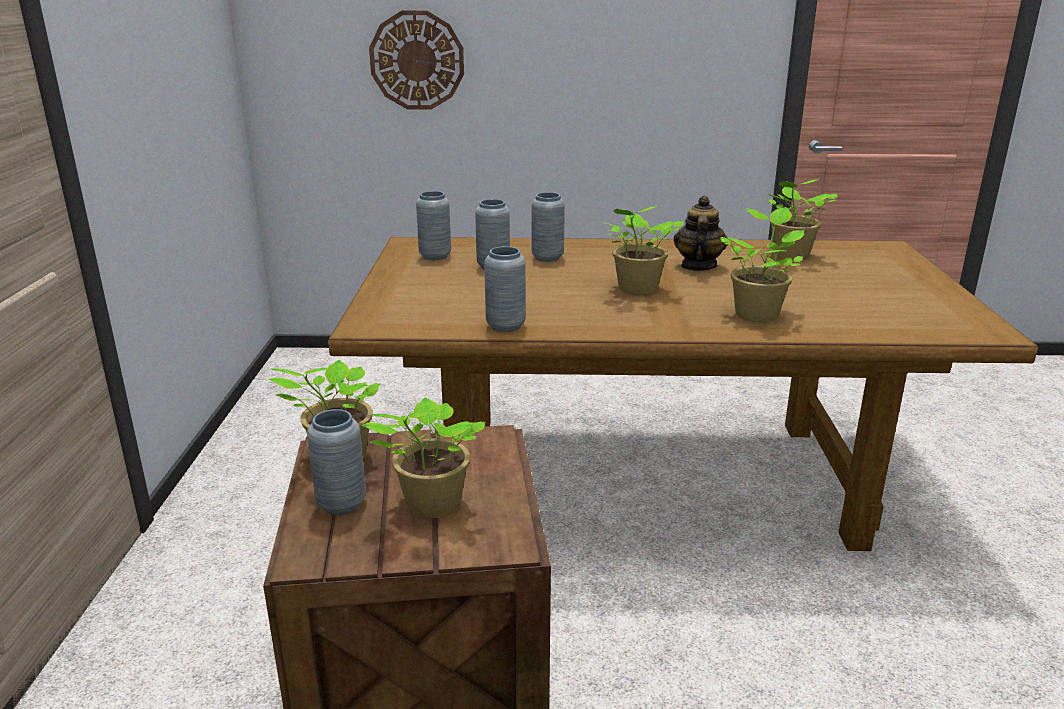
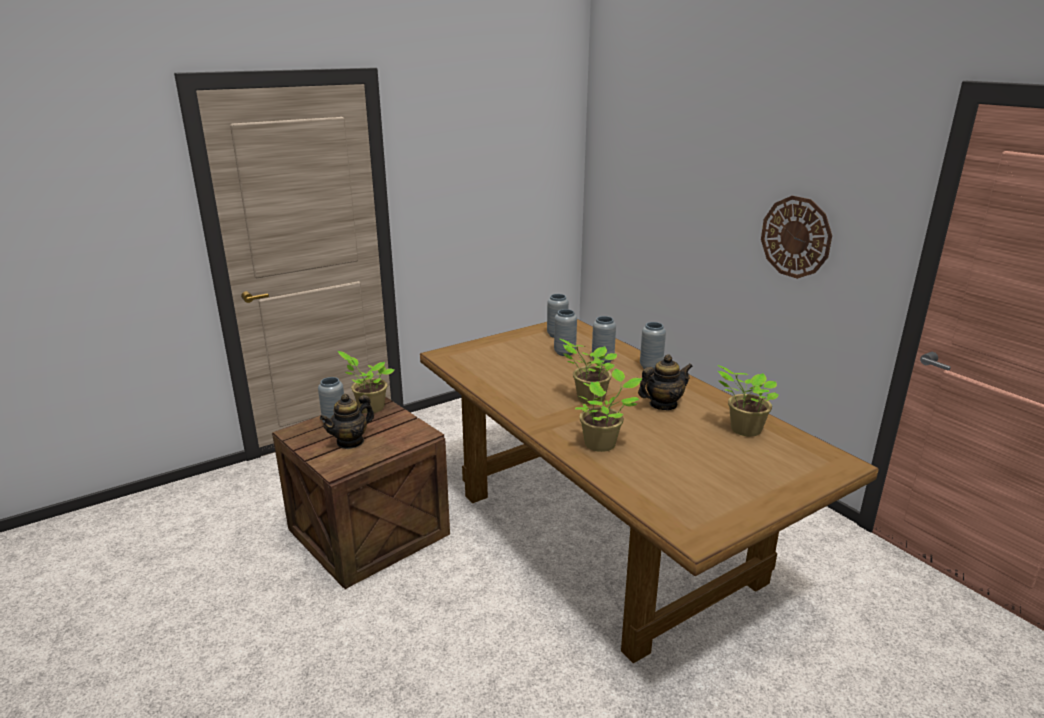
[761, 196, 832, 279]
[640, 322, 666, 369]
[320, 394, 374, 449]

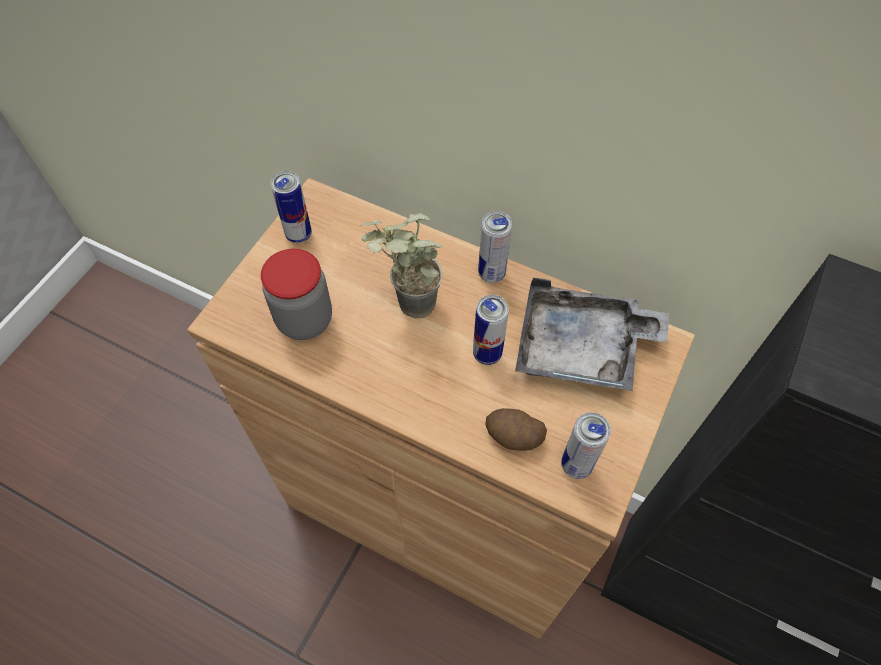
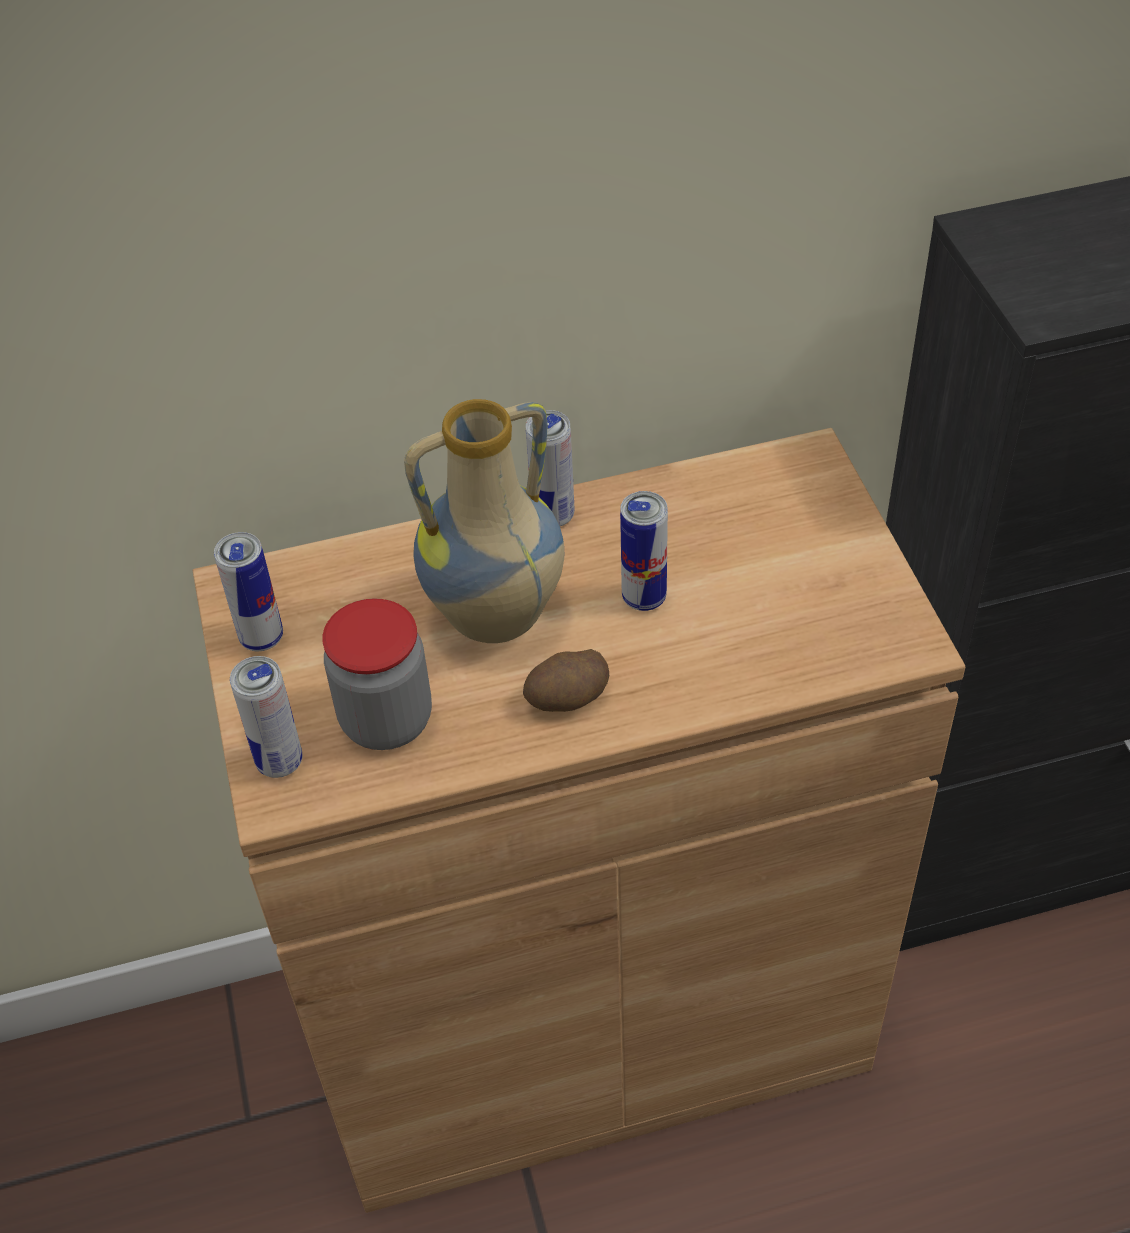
[404, 399, 564, 643]
[515, 277, 669, 391] (first image)
[523, 649, 609, 712]
[230, 656, 303, 778]

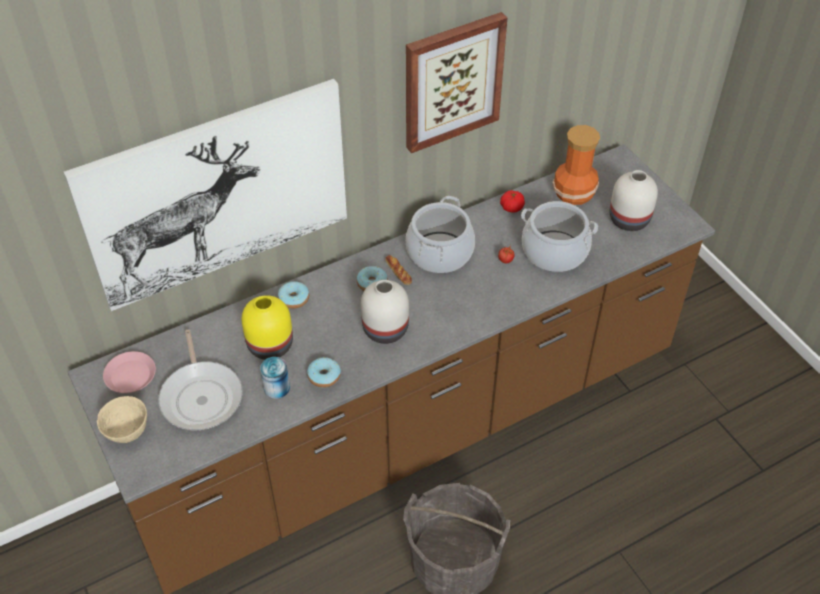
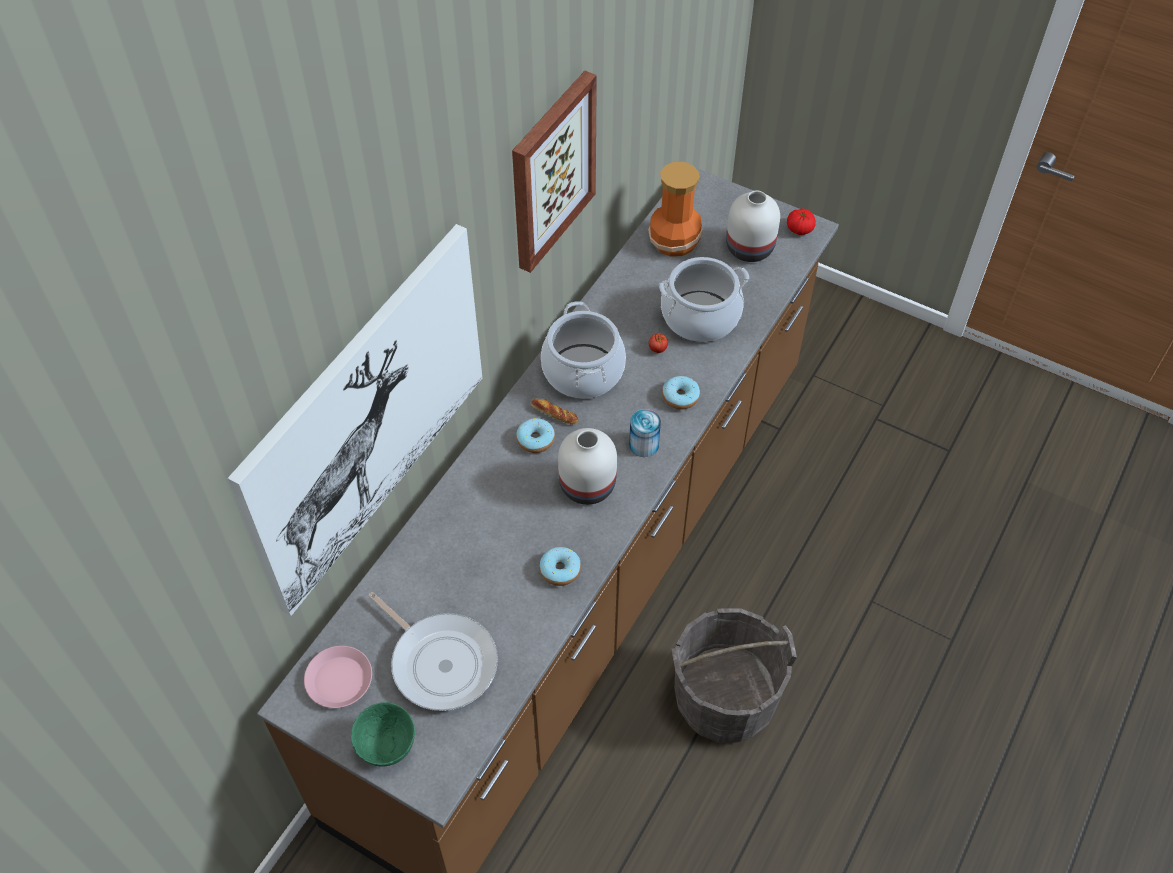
[787, 209, 816, 235]
[662, 376, 700, 410]
[241, 295, 293, 360] (first image)
[629, 409, 661, 457]
[351, 702, 415, 767]

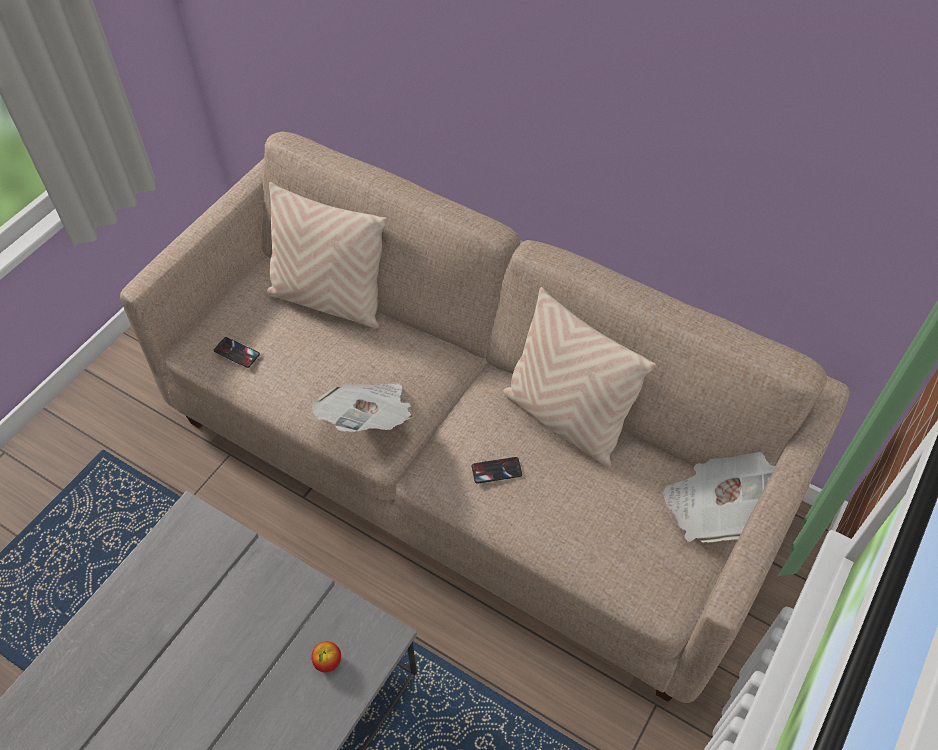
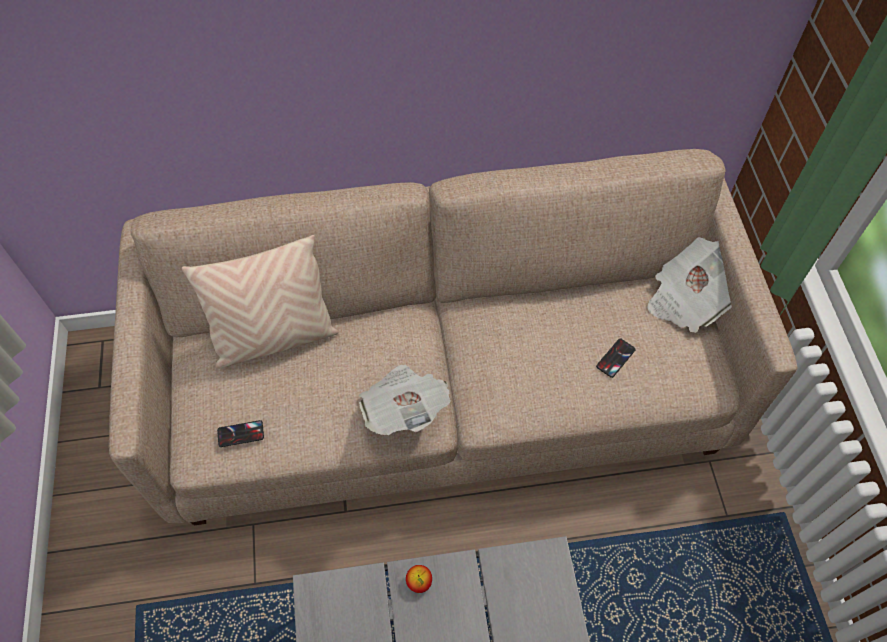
[503, 287, 656, 467] (first image)
[596, 338, 636, 378]
[406, 565, 432, 593]

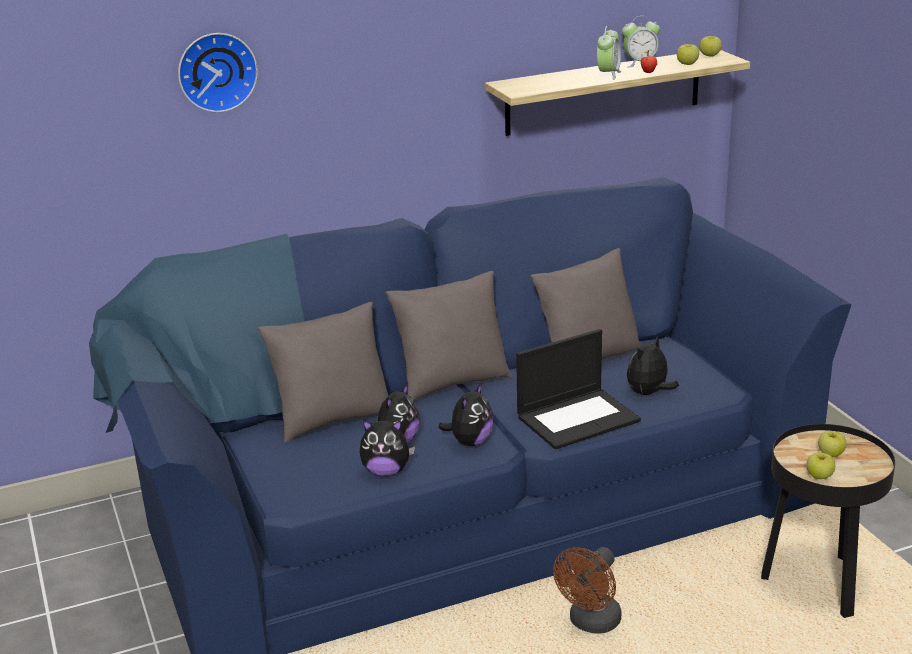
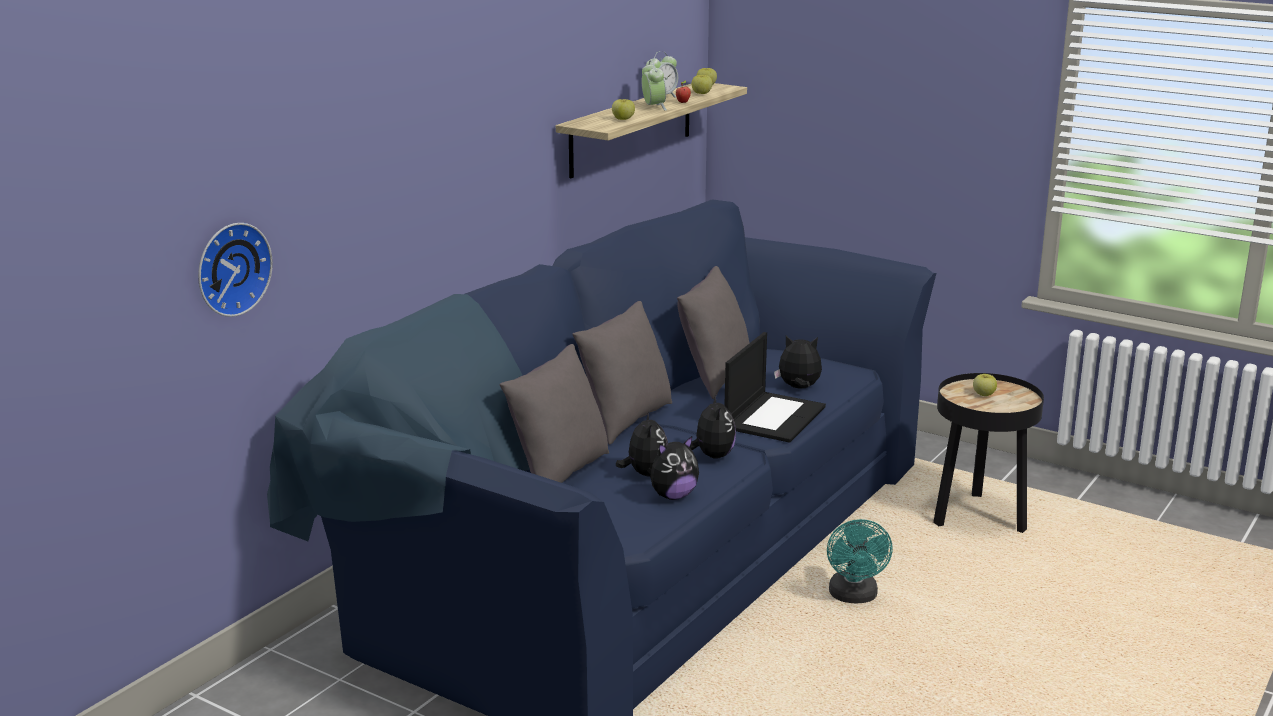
[198, 223, 273, 317]
[774, 335, 822, 388]
[612, 99, 635, 120]
[827, 519, 893, 603]

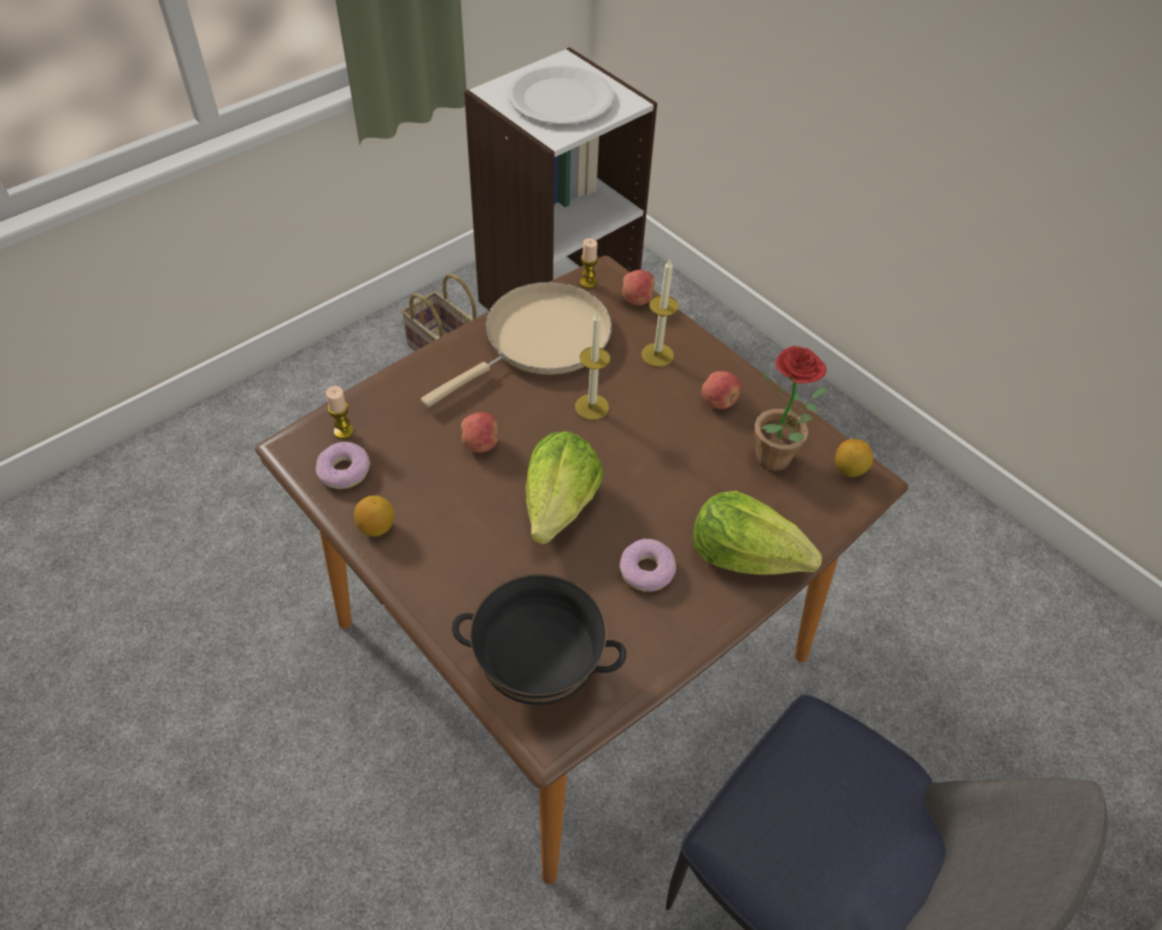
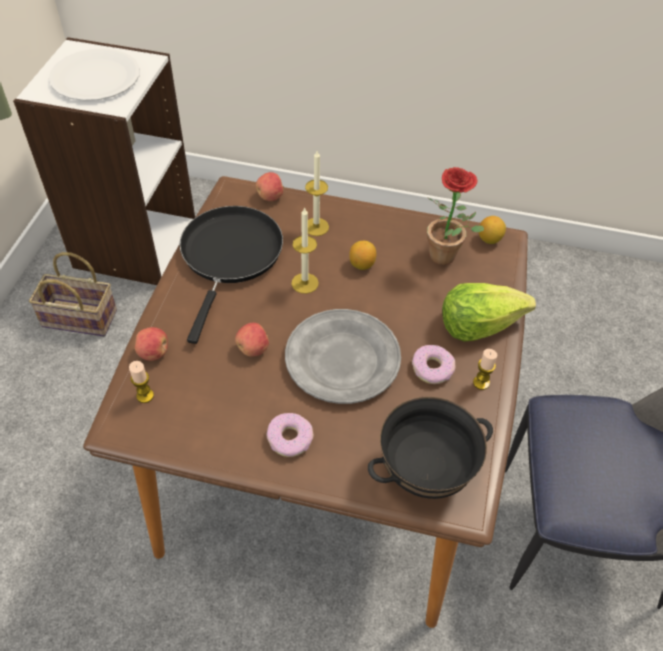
[473, 349, 497, 390]
[179, 206, 283, 344]
[135, 327, 168, 361]
[285, 309, 401, 404]
[267, 413, 314, 457]
[349, 241, 376, 270]

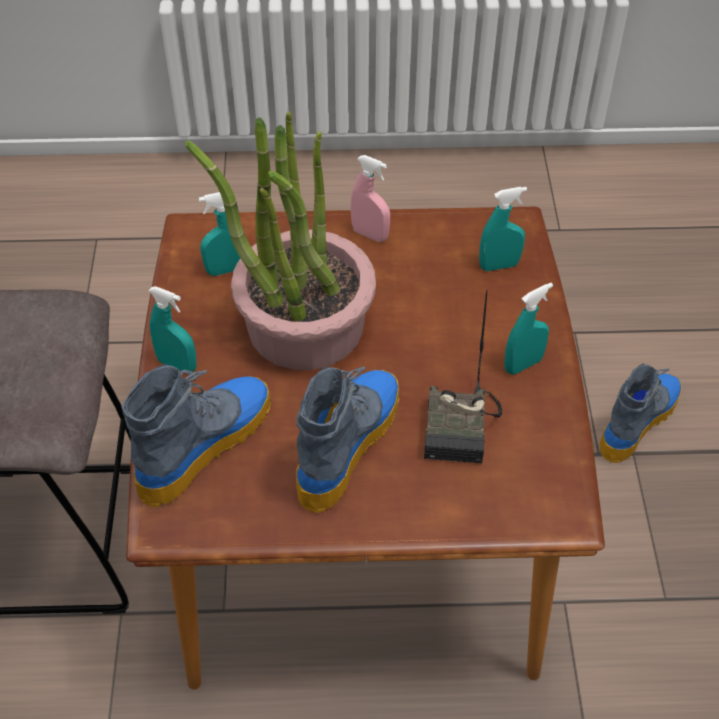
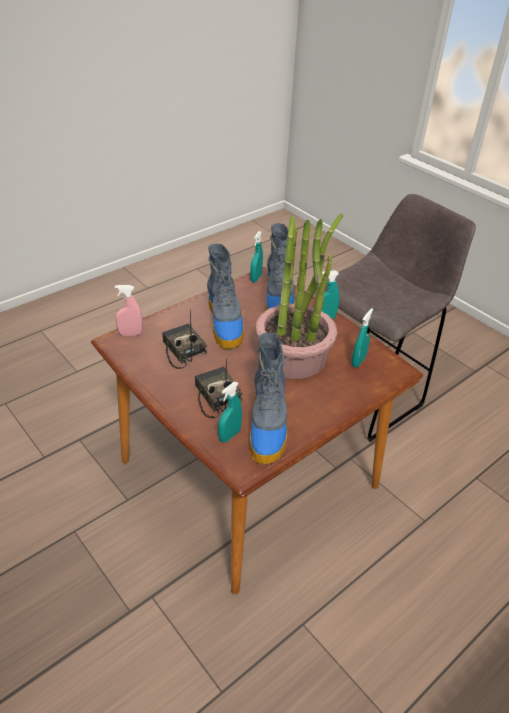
[115, 285, 143, 336]
[250, 231, 263, 282]
[249, 332, 287, 465]
[195, 359, 242, 418]

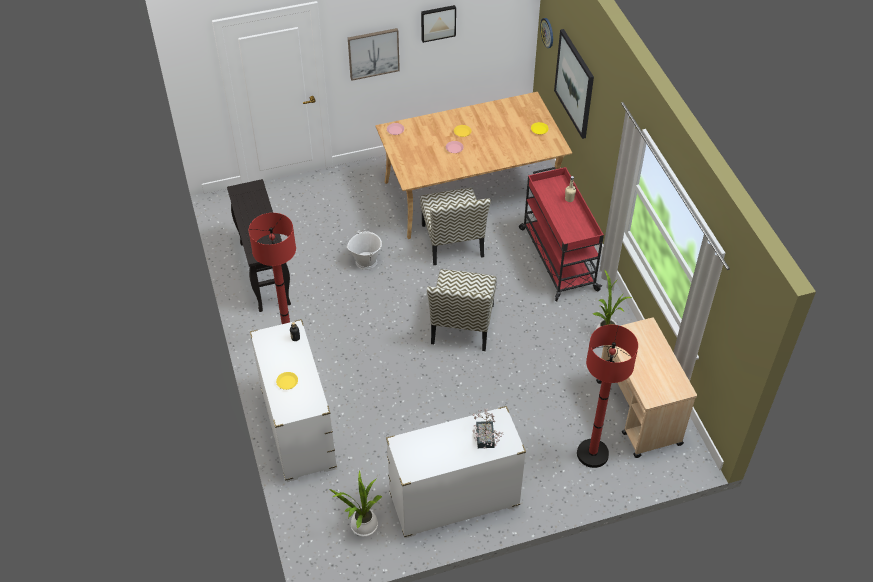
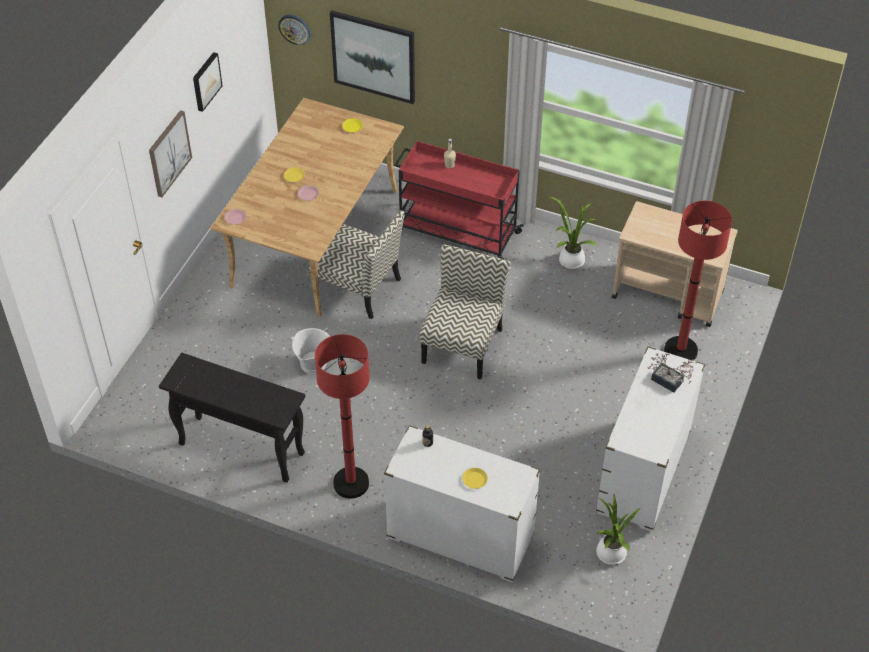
[419, 244, 511, 380]

